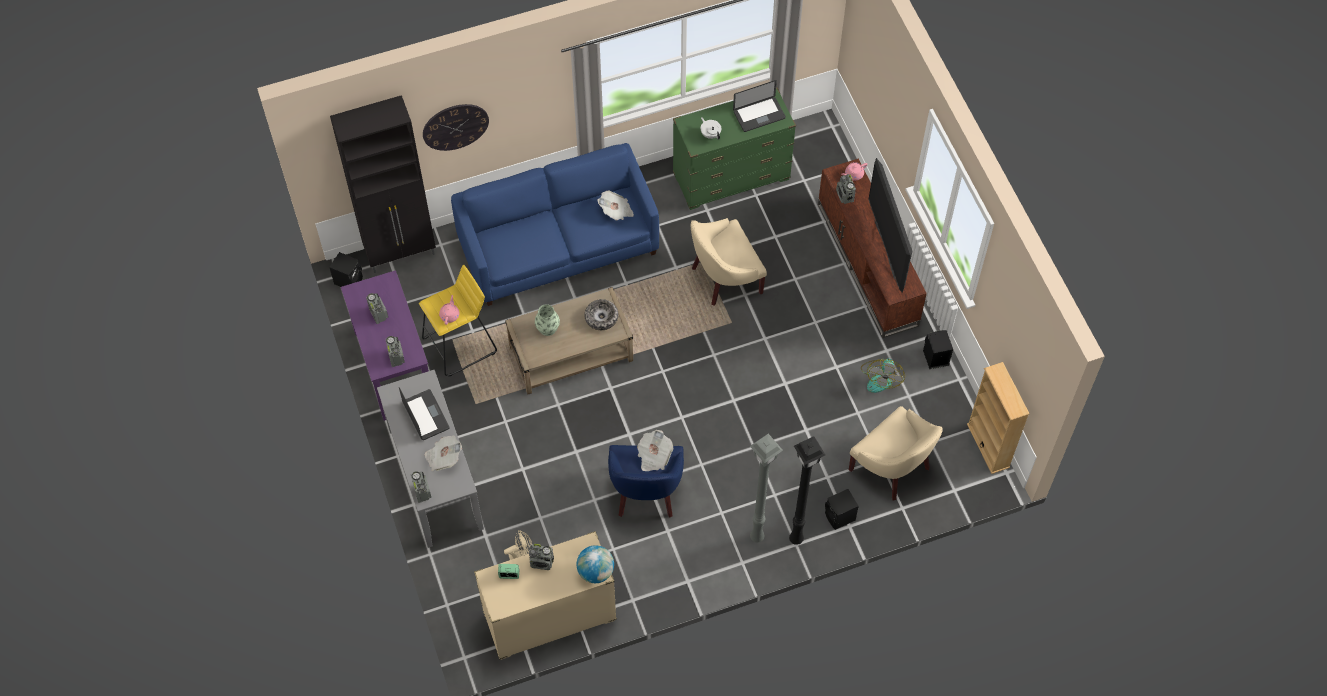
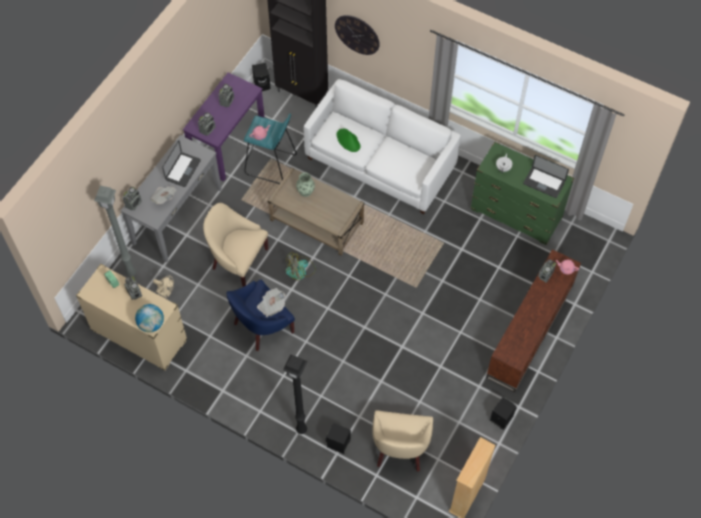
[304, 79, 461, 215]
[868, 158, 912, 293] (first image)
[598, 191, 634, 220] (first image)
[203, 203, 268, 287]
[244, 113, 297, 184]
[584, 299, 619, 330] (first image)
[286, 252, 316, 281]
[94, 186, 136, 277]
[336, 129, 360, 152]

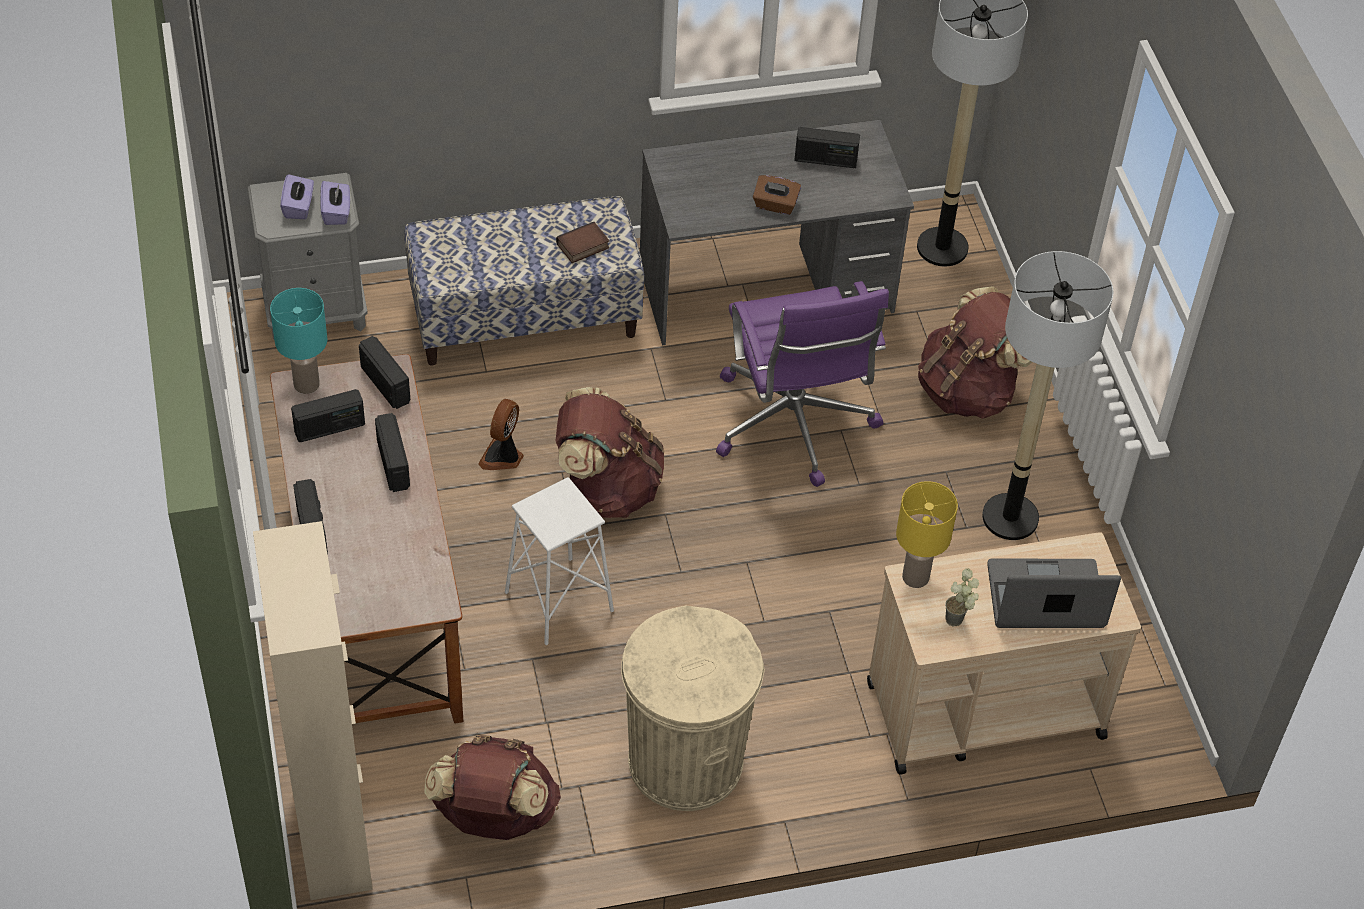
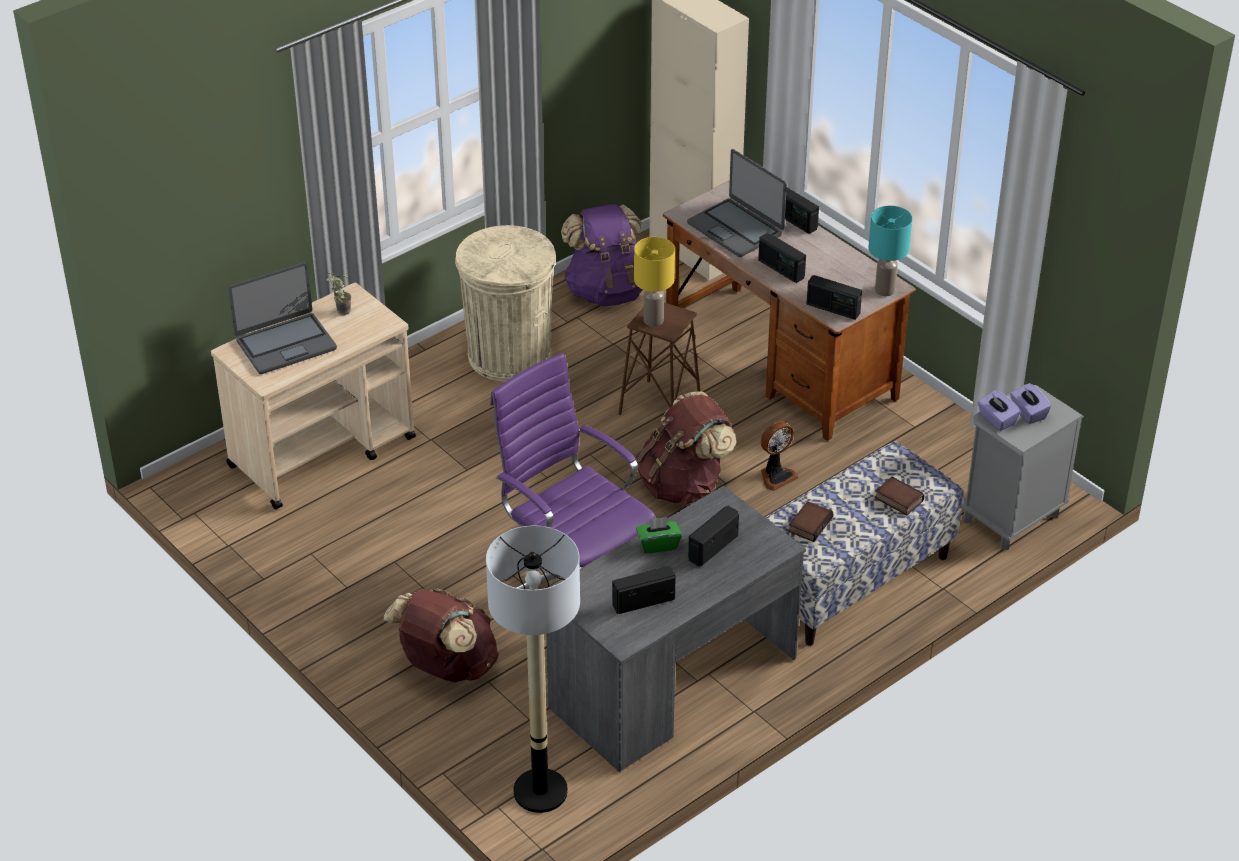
[636, 517, 682, 554]
[982, 251, 1113, 540] (first image)
[688, 506, 739, 567]
[761, 421, 799, 491]
[618, 302, 700, 415]
[634, 237, 675, 327]
[561, 204, 643, 307]
[687, 149, 787, 257]
[875, 477, 925, 515]

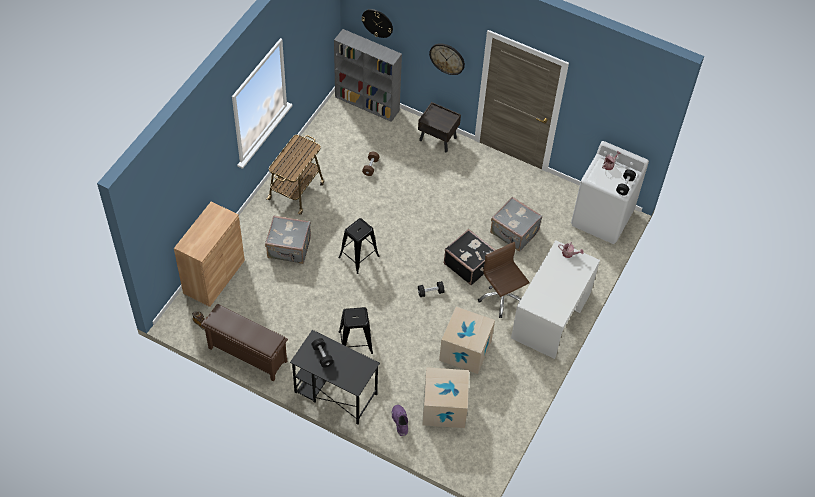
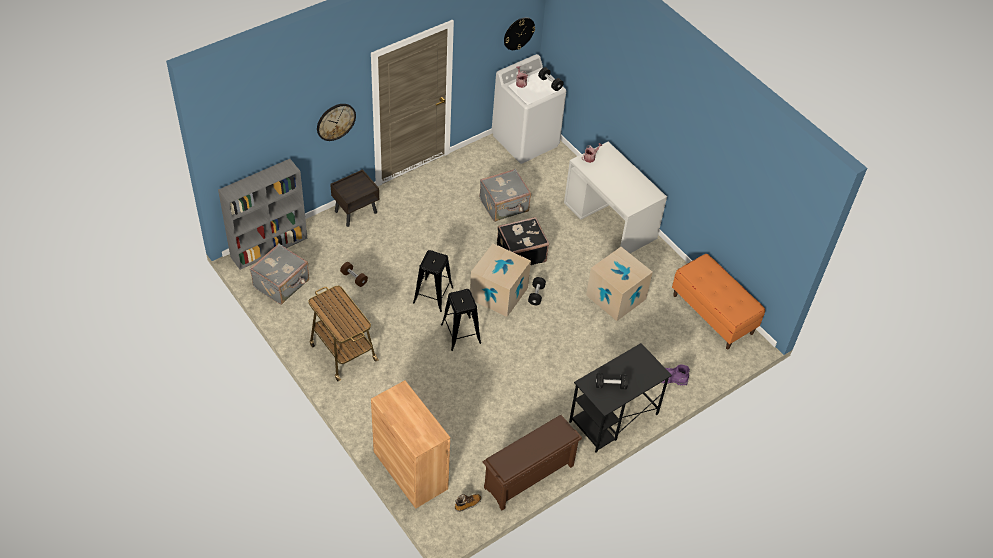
[504, 17, 535, 50]
[250, 243, 309, 305]
[478, 242, 529, 318] (first image)
[413, 250, 454, 312]
[470, 243, 531, 317]
[672, 254, 765, 350]

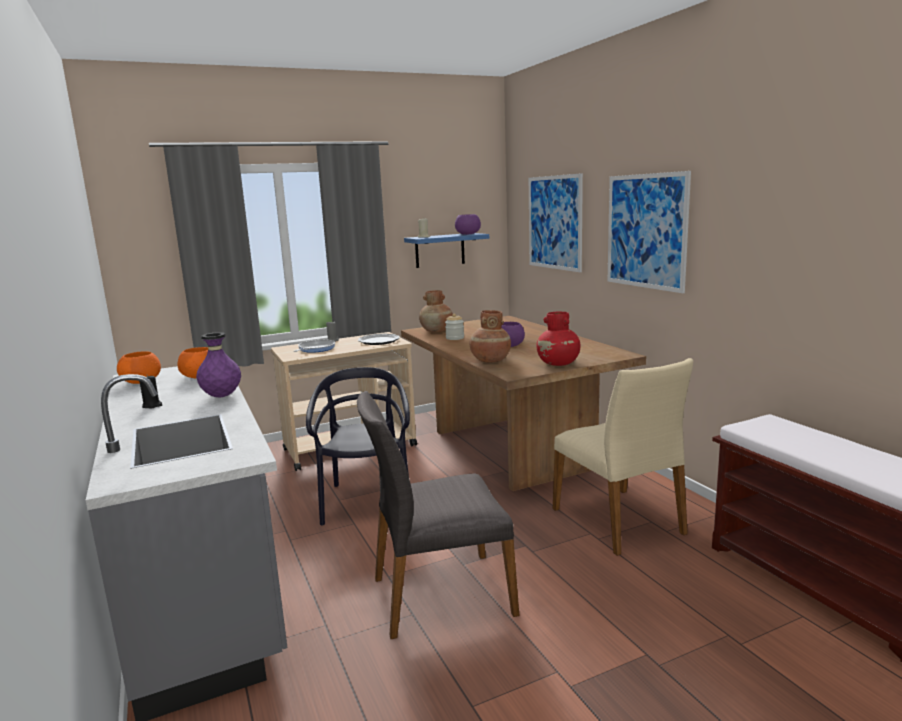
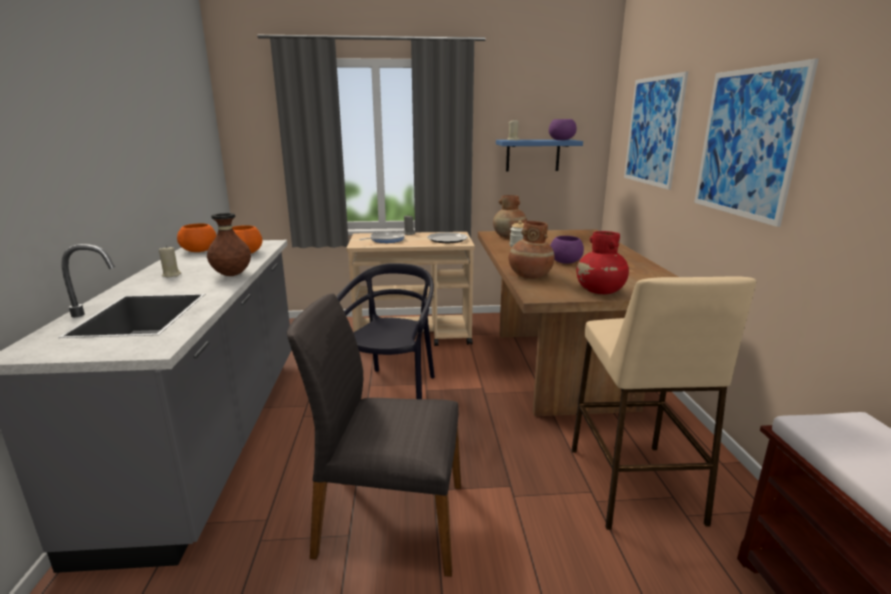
[207, 213, 251, 276]
[572, 276, 756, 530]
[159, 246, 181, 278]

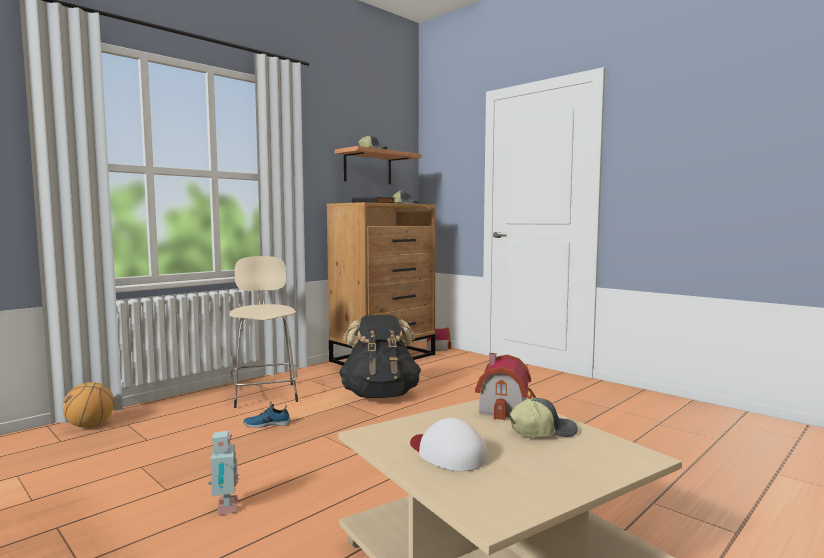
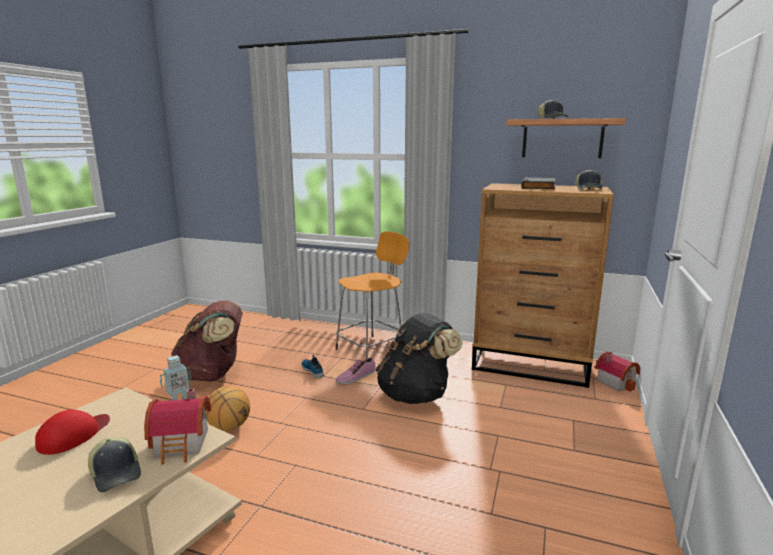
[336, 231, 409, 359]
[205, 386, 250, 431]
[35, 410, 110, 455]
[171, 301, 243, 382]
[336, 357, 376, 384]

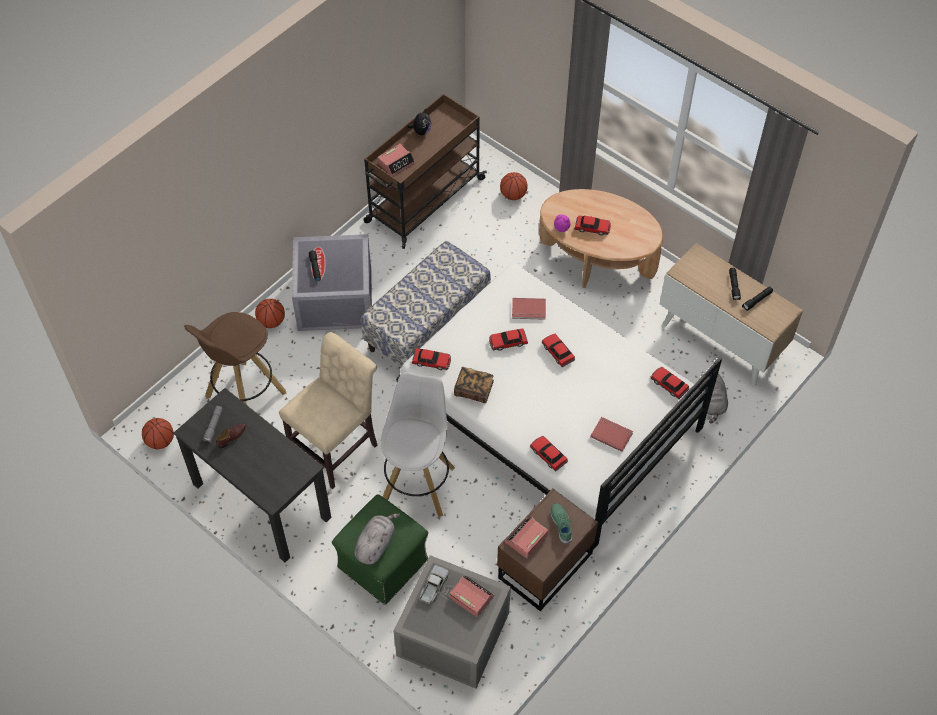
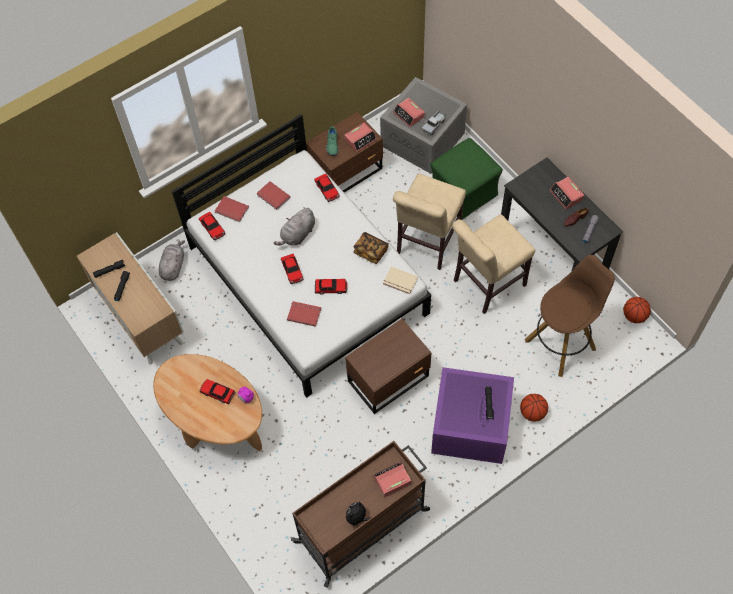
[500, 172, 528, 200] (first image)
[431, 367, 514, 464]
[345, 319, 431, 414]
[383, 267, 418, 294]
[393, 173, 466, 270]
[274, 207, 315, 245]
[549, 177, 584, 209]
[215, 196, 249, 222]

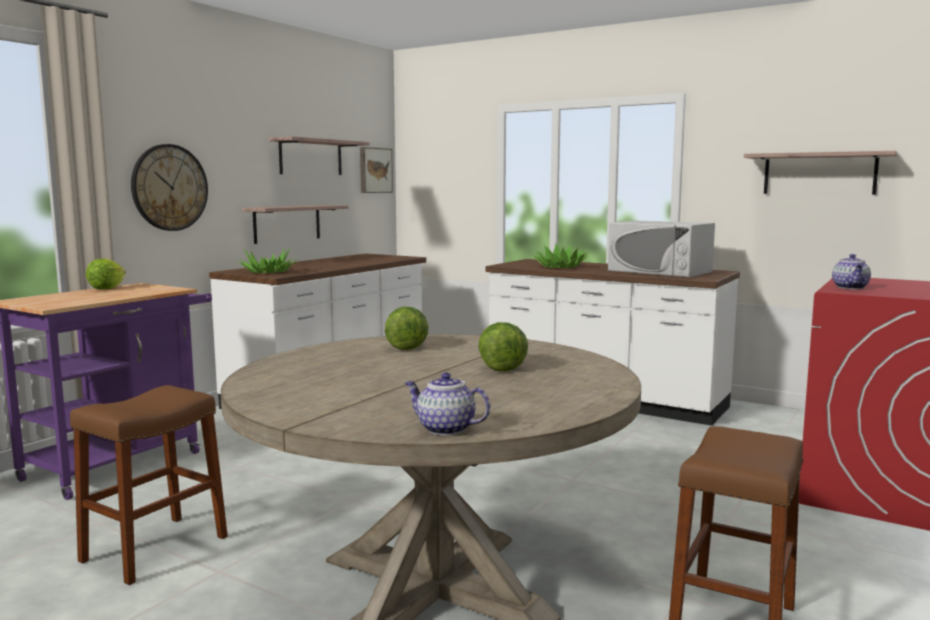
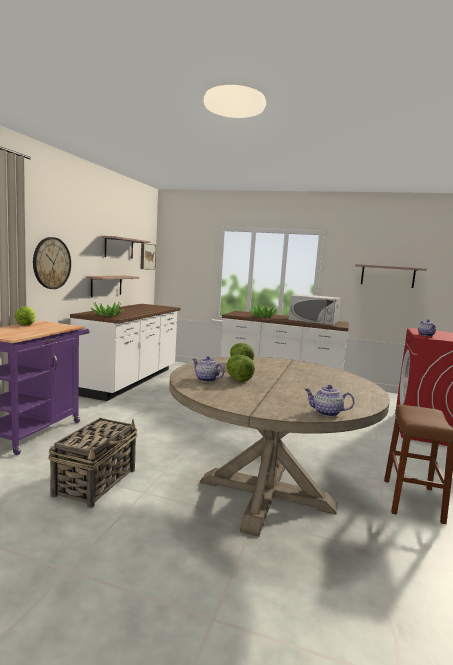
[227, 355, 255, 382]
[48, 418, 137, 508]
[192, 356, 224, 382]

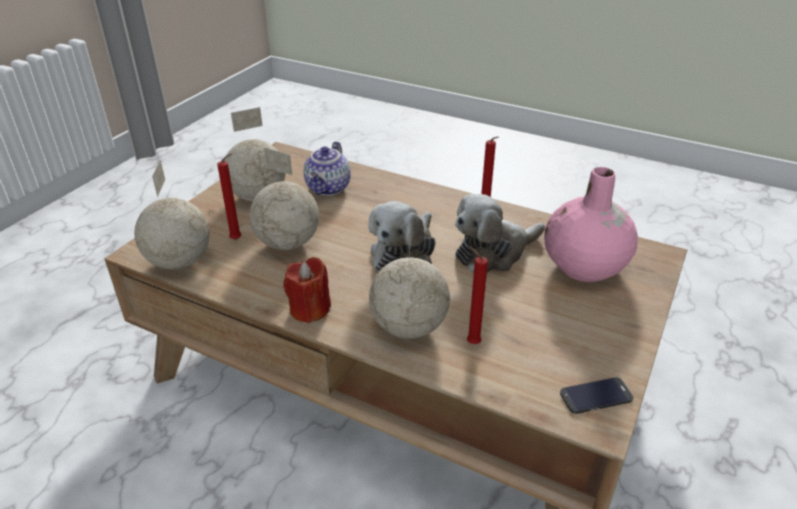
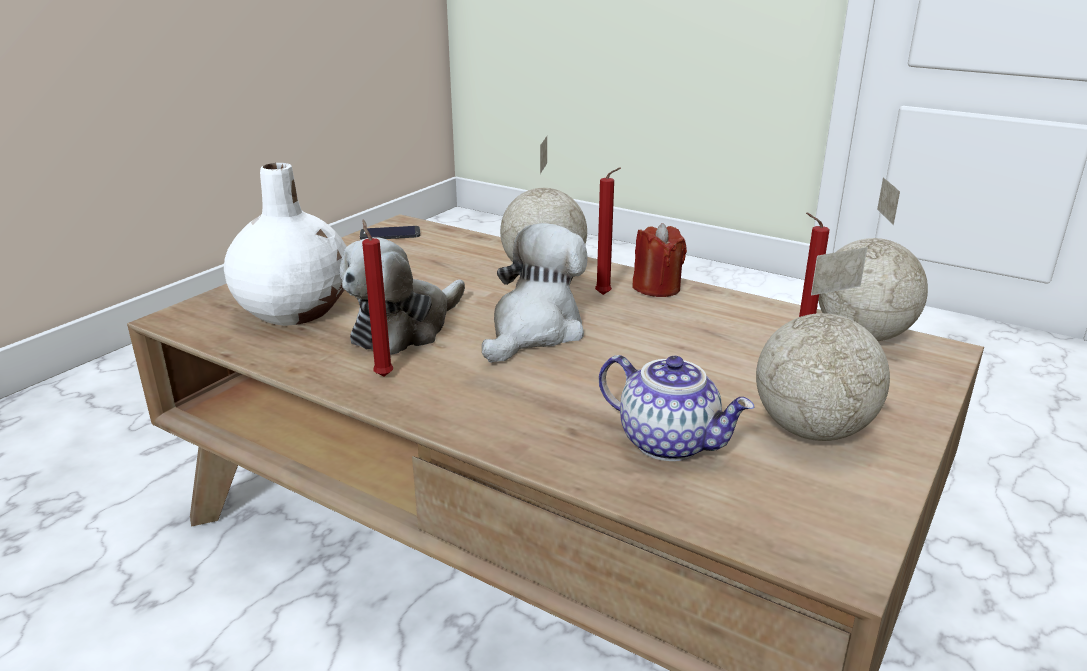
[599, 355, 754, 461]
[250, 148, 319, 250] (first image)
[224, 163, 347, 326]
[340, 237, 465, 355]
[595, 168, 621, 295]

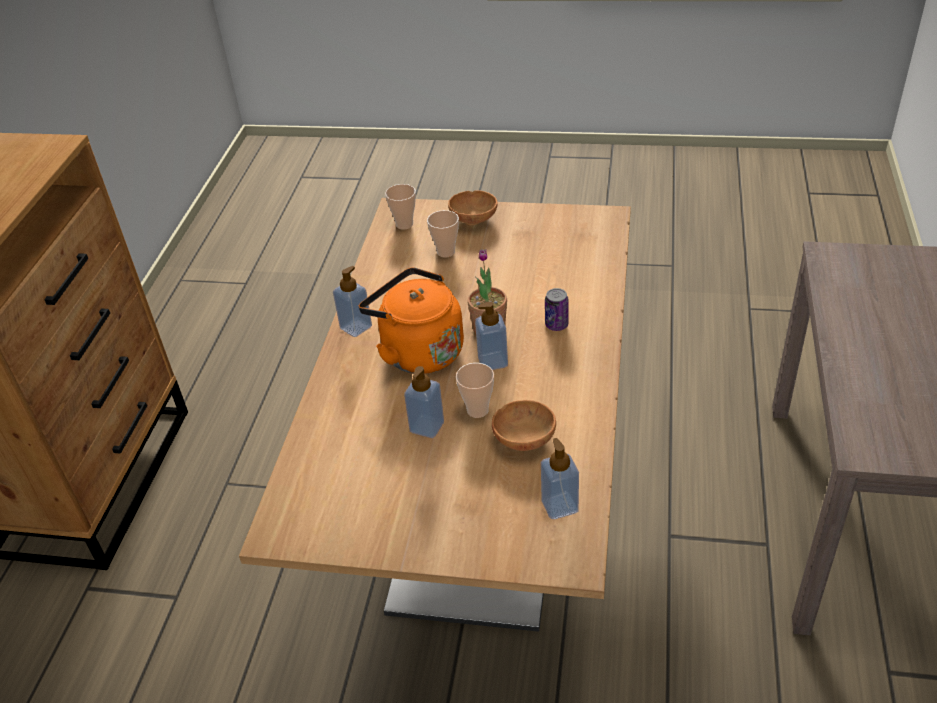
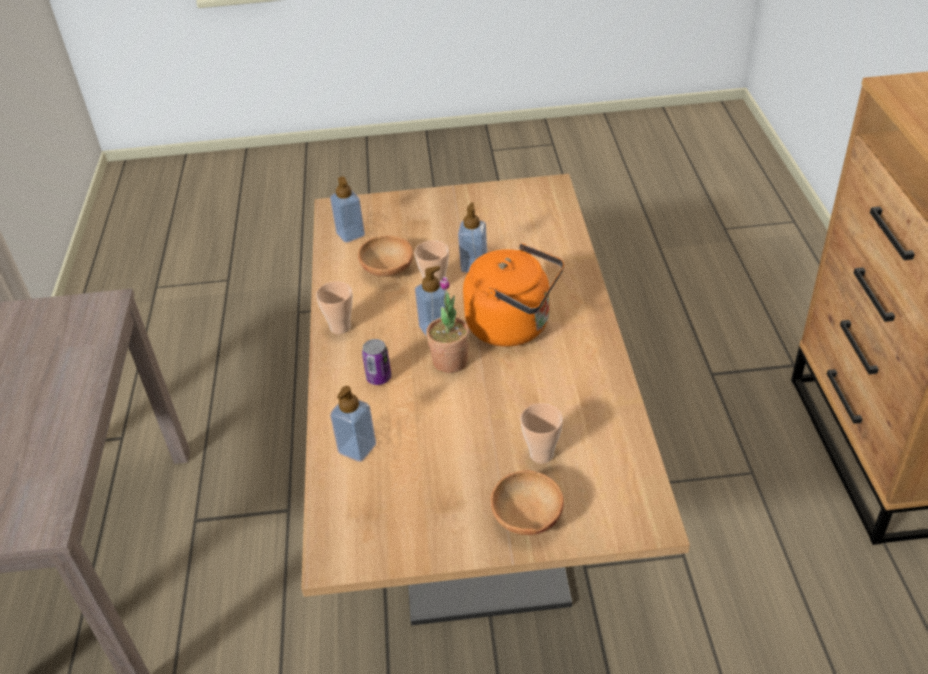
[316, 281, 353, 334]
[330, 386, 376, 462]

